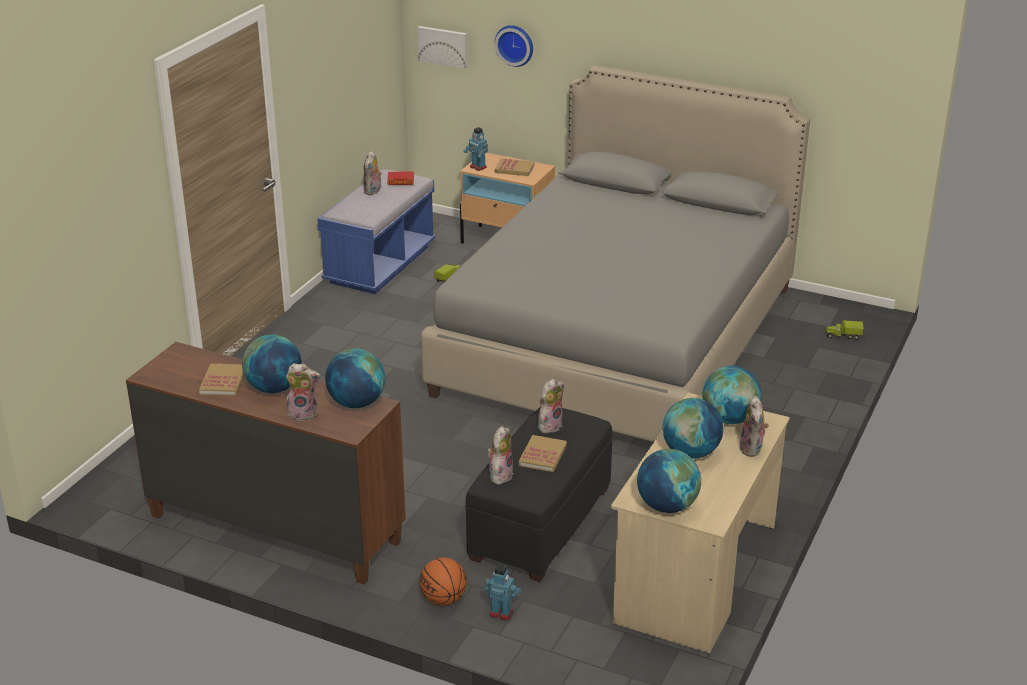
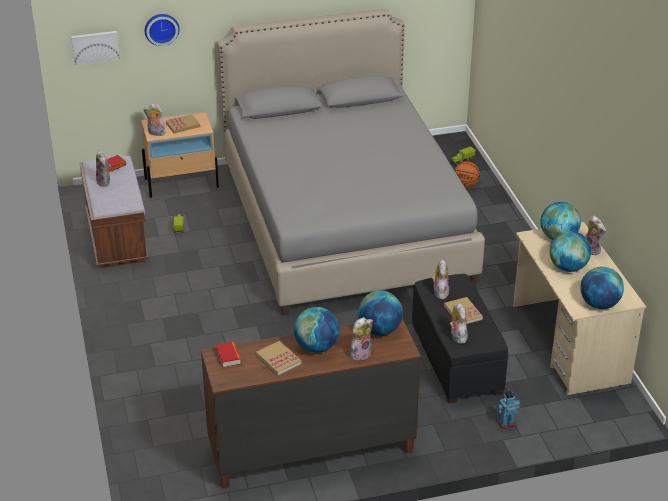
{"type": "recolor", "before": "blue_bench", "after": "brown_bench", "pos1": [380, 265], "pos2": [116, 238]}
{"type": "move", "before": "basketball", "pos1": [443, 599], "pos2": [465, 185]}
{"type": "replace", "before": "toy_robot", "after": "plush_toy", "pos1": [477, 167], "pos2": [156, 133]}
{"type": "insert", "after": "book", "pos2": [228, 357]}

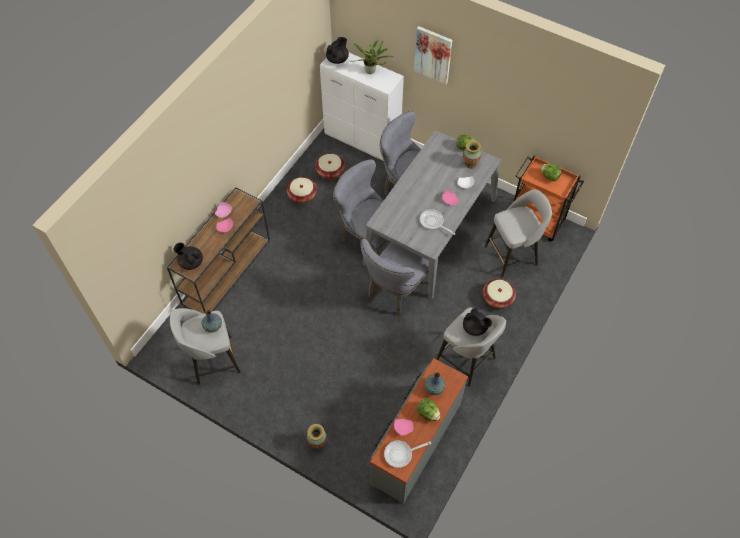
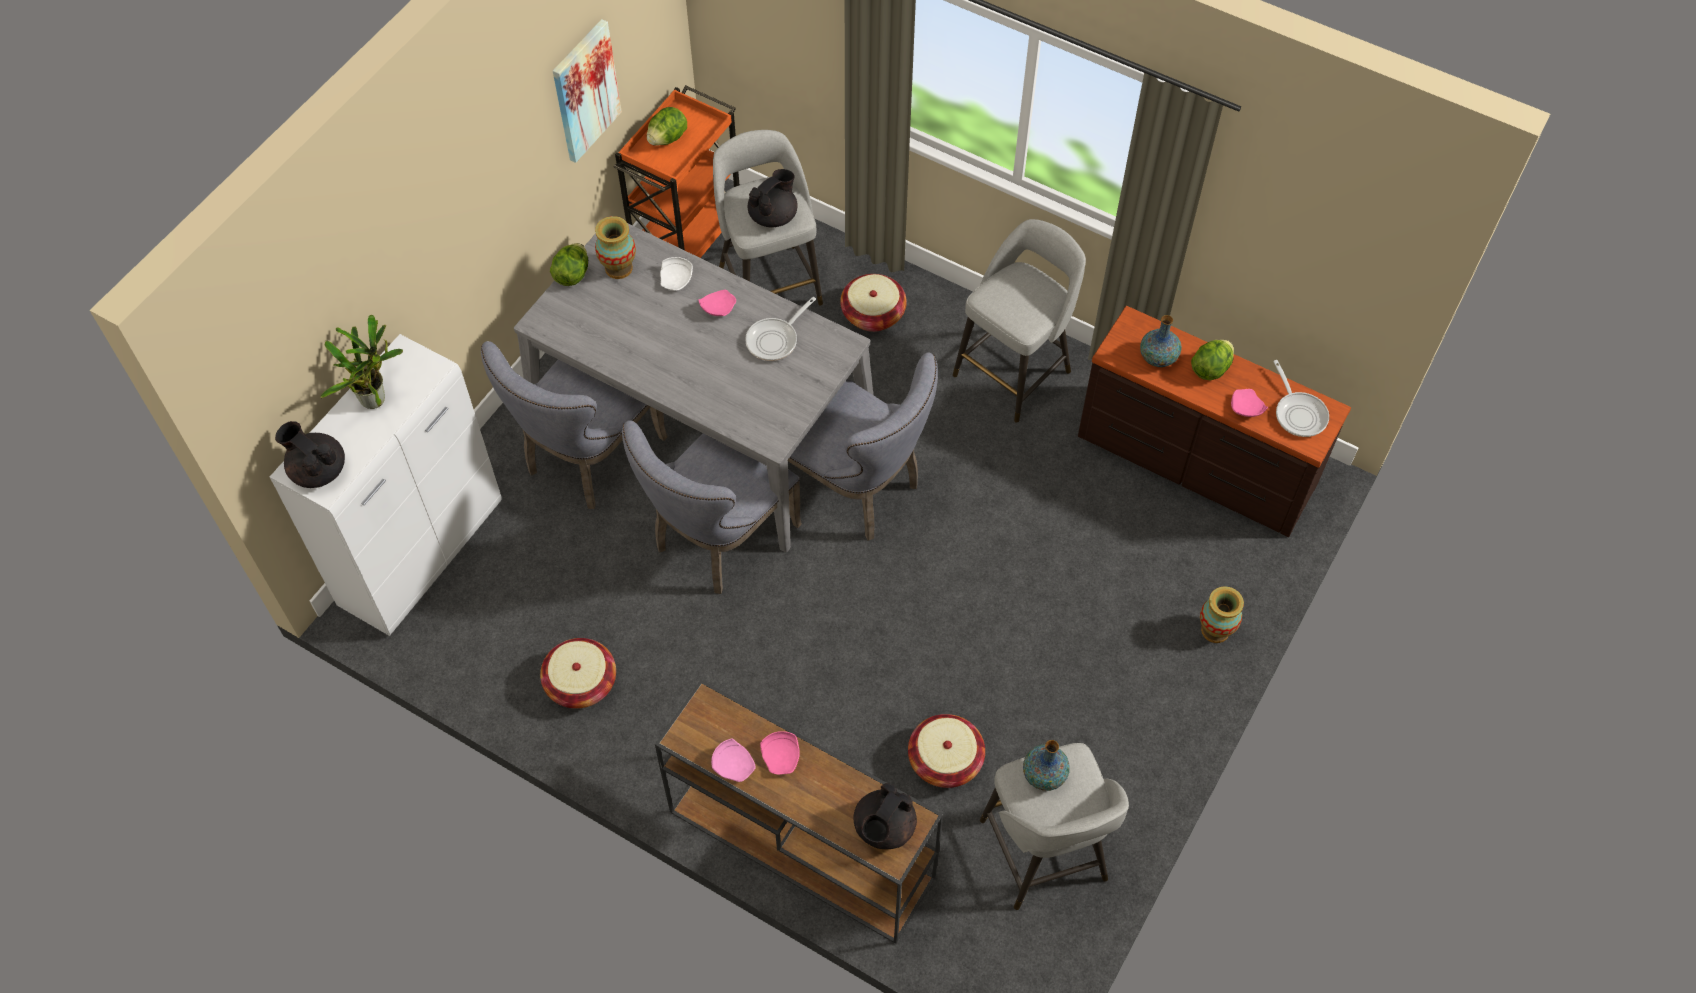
{"type": "move", "before": "basket", "pos1": [330, 171], "pos2": [945, 760]}
{"type": "recolor", "before": "grey_dresser", "after": "brown_dresser", "pos1": [415, 442], "pos2": [1195, 462]}
{"type": "move", "before": "picture", "pos1": [433, 54], "pos2": [585, 90]}
{"type": "move", "before": "black_teapot", "pos1": [475, 328], "pos2": [773, 216]}

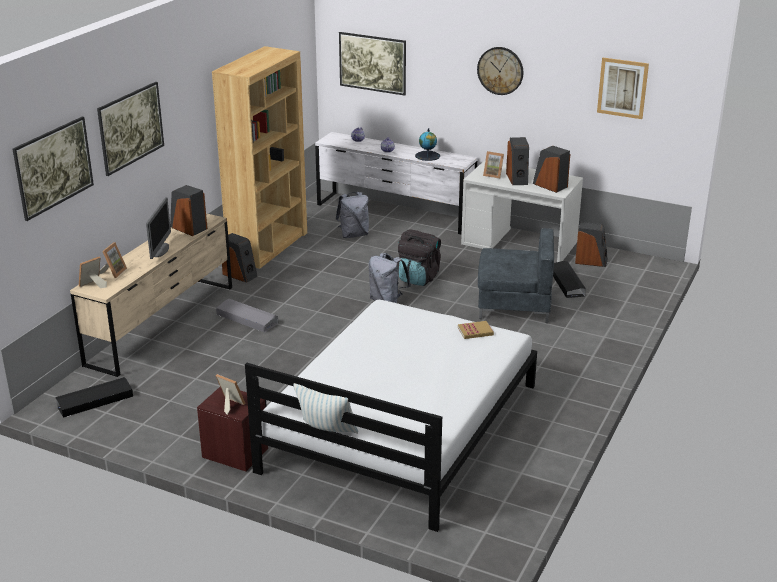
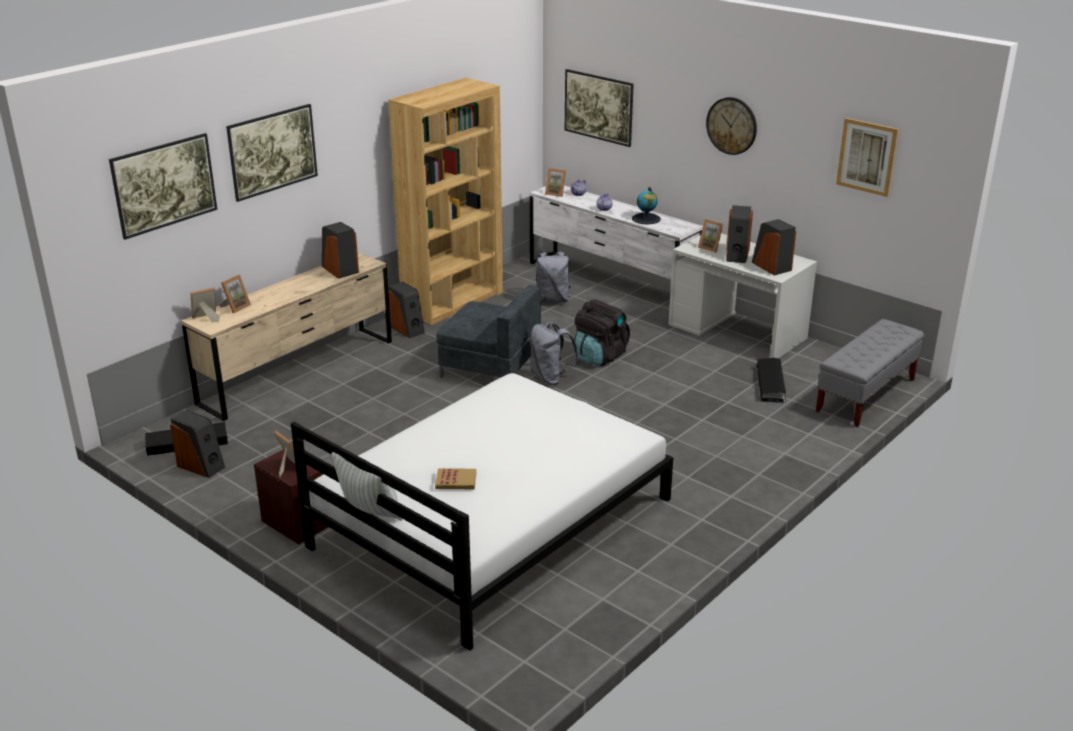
{"type": "delete", "before": "monitor", "pos1": [160, 250]}
{"type": "delete", "before": "grey_storage_box", "pos1": [247, 319]}
{"type": "move", "before": "book", "pos1": [475, 331], "pos2": [456, 481]}
{"type": "move", "before": "grey_armchair", "pos1": [513, 303], "pos2": [490, 366]}
{"type": "move", "before": "speaker", "pos1": [591, 261], "pos2": [201, 466]}
{"type": "insert", "after": "picture_frame", "pos2": [556, 193]}
{"type": "insert", "after": "grey_bench", "pos2": [865, 396]}

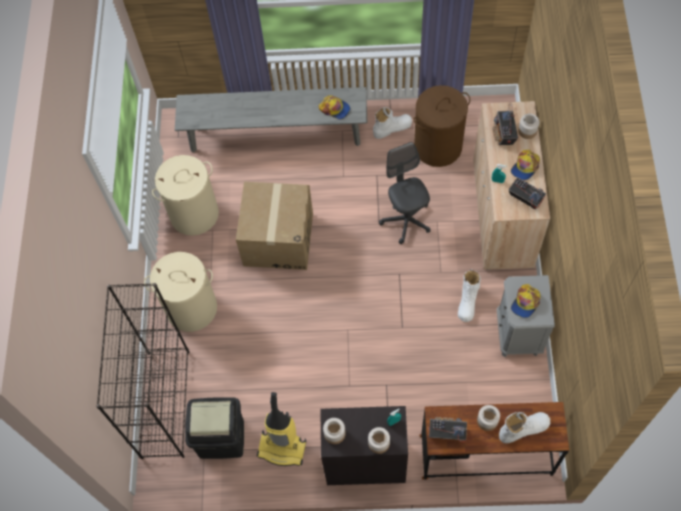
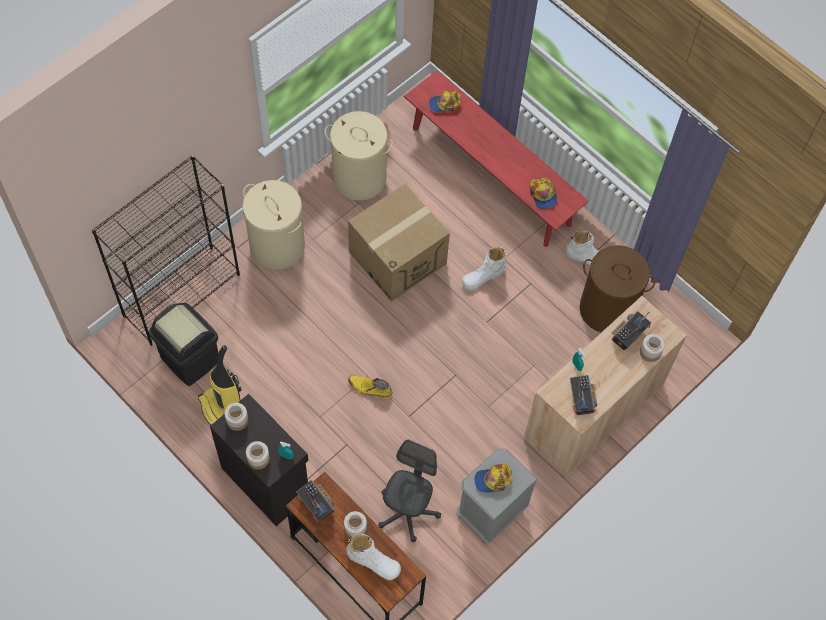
{"type": "recolor", "before": "grey_bench", "after": "red_bench", "pos1": [275, 135], "pos2": [490, 176]}
{"type": "move", "before": "grey_office_chair", "pos1": [406, 220], "pos2": [407, 511]}
{"type": "move", "before": "white_boot", "pos1": [467, 301], "pos2": [483, 276]}
{"type": "move", "before": "cap", "pos1": [525, 167], "pos2": [445, 104]}
{"type": "insert", "after": "yellow_boot", "pos2": [369, 388]}

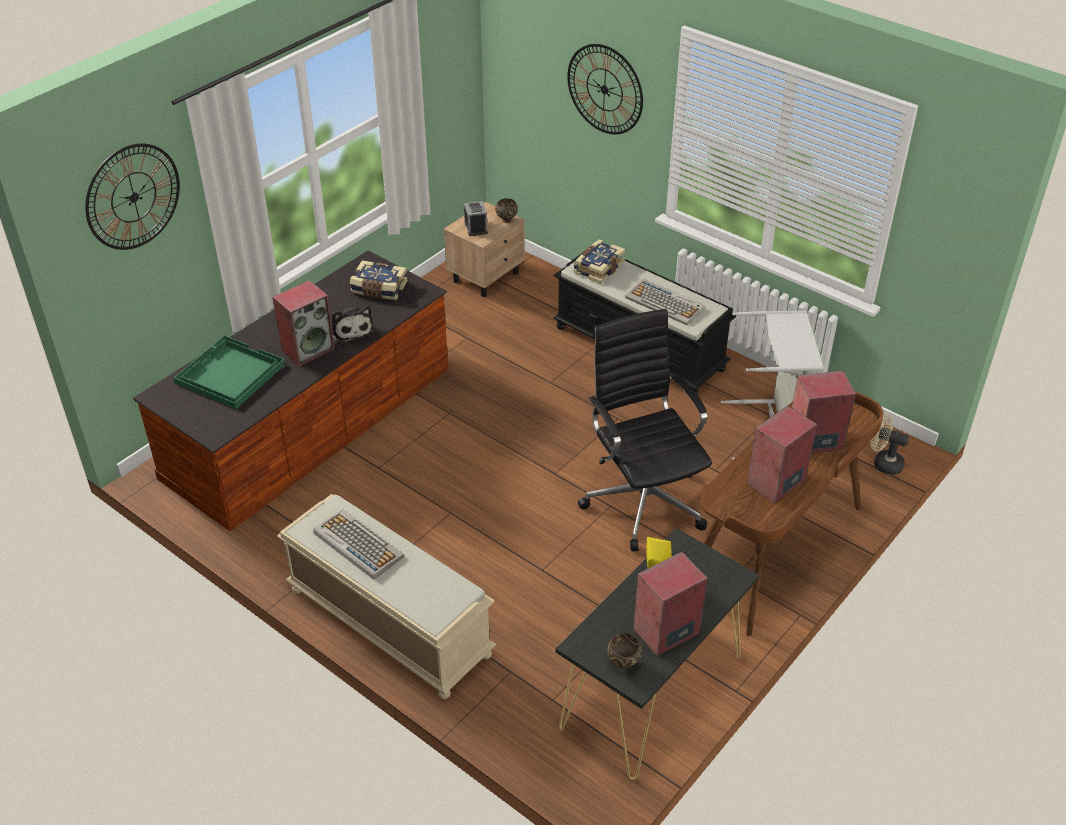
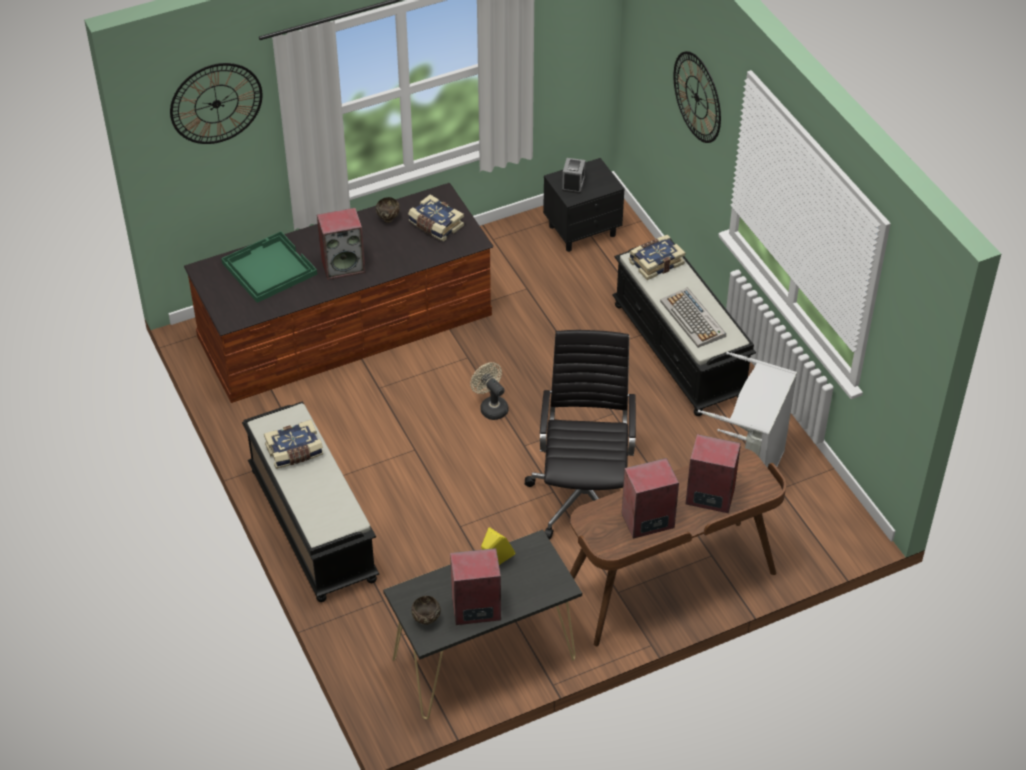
{"type": "recolor", "before": "beige_bench", "after": "black_bench", "pos1": [387, 622], "pos2": [311, 524]}
{"type": "replace", "before": "keyboard", "after": "book", "pos1": [357, 545], "pos2": [295, 452]}
{"type": "delete", "before": "plush_toy", "pos1": [351, 330]}
{"type": "recolor", "before": "beige_nightstand", "after": "black_nightstand", "pos1": [486, 277], "pos2": [583, 230]}
{"type": "move", "before": "brown_bowl", "pos1": [506, 220], "pos2": [388, 219]}
{"type": "move", "before": "beige_fan", "pos1": [883, 463], "pos2": [491, 407]}

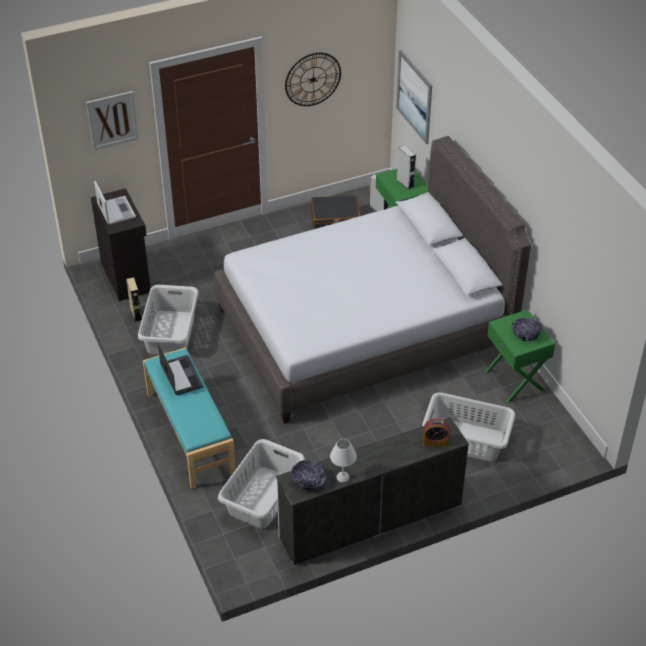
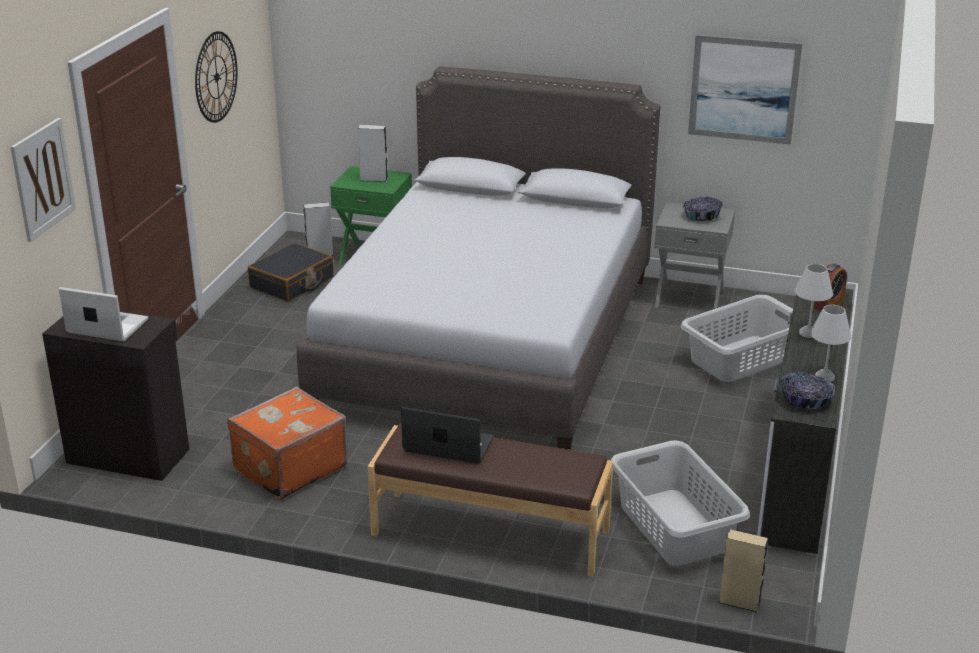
{"type": "move", "before": "beige_speaker", "pos1": [136, 314], "pos2": [739, 602]}
{"type": "replace", "before": "grey_laundry_basket", "after": "orange_suitcase", "pos1": [170, 333], "pos2": [288, 468]}
{"type": "recolor", "before": "turquoise_bench", "after": "brown_bench", "pos1": [189, 433], "pos2": [490, 533]}
{"type": "move", "before": "picture", "pos1": [414, 96], "pos2": [743, 89]}
{"type": "recolor", "before": "green_nightstand", "after": "grey_nightstand", "pos1": [515, 380], "pos2": [689, 298]}
{"type": "insert", "after": "white_table_lamp", "pos2": [808, 333]}

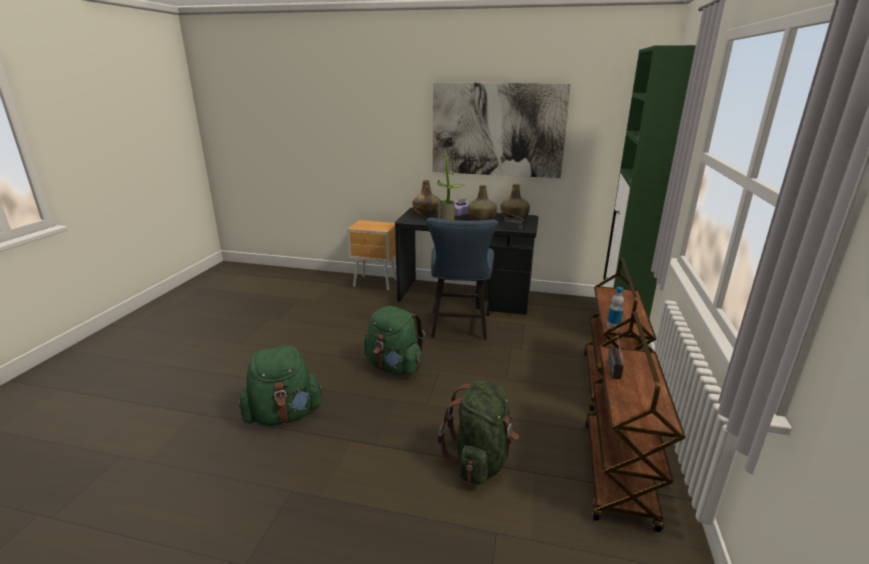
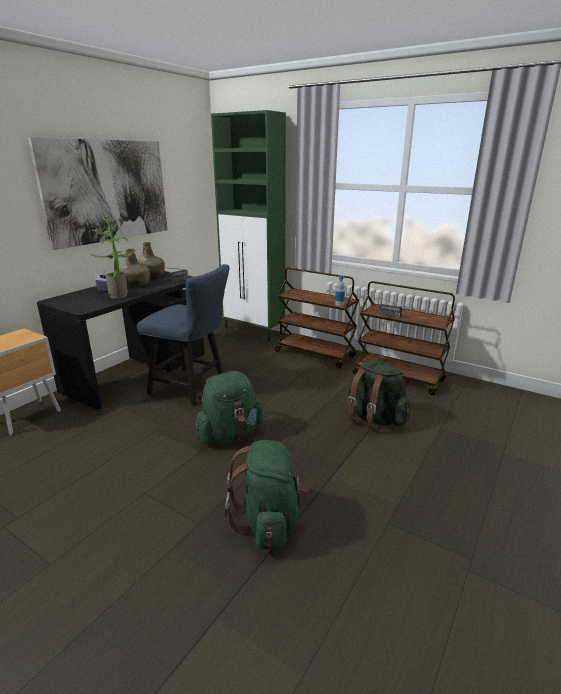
{"type": "delete", "before": "green_bottle", "pos1": [426, 213]}

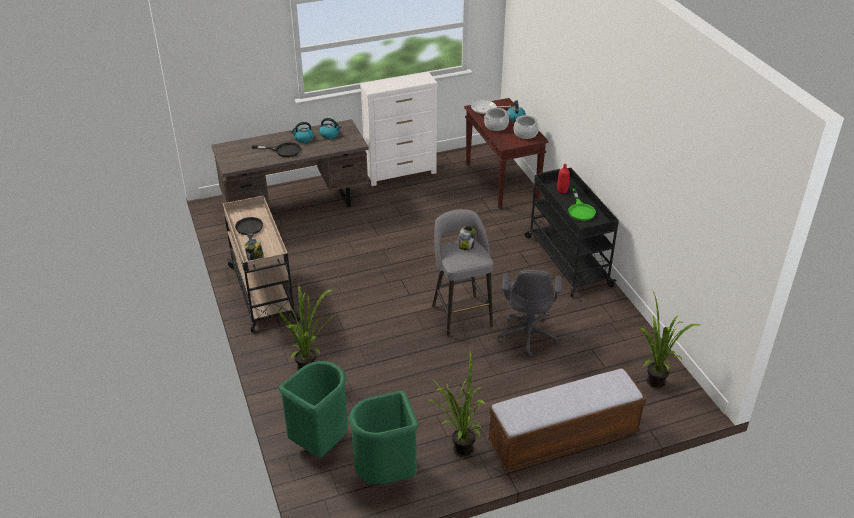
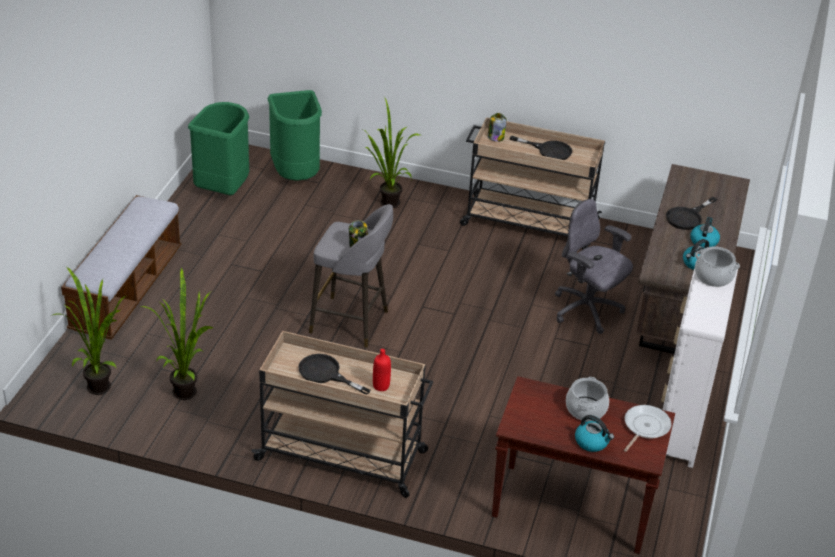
{"type": "move", "before": "potted_plant", "pos1": [458, 450], "pos2": [188, 389]}
{"type": "move", "before": "grey_office_chair", "pos1": [527, 335], "pos2": [587, 311]}
{"type": "move", "before": "cooking_pot", "pos1": [525, 133], "pos2": [713, 276]}
{"type": "recolor", "before": "black_cart", "after": "beige_cart", "pos1": [567, 260], "pos2": [343, 456]}
{"type": "recolor", "before": "green_frying_pan", "after": "black_frying_pan", "pos1": [580, 210], "pos2": [325, 374]}

